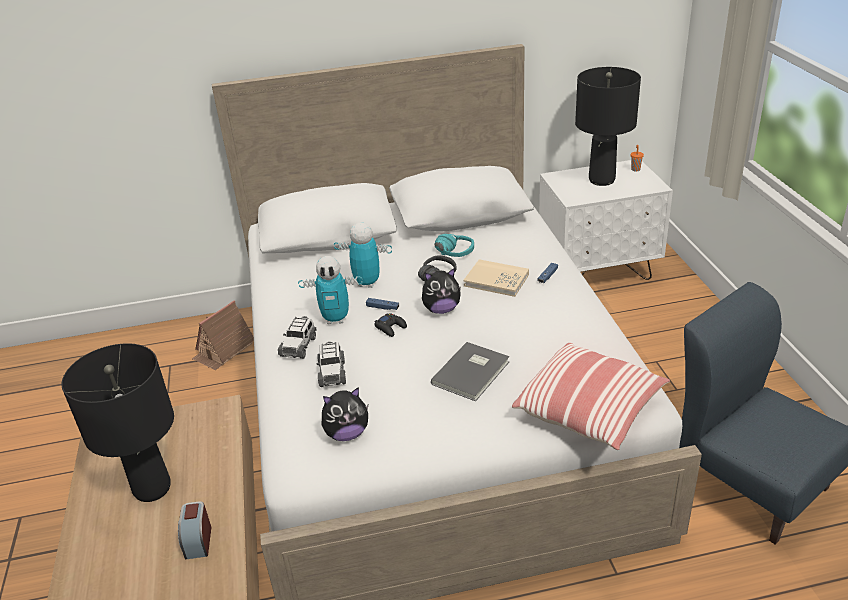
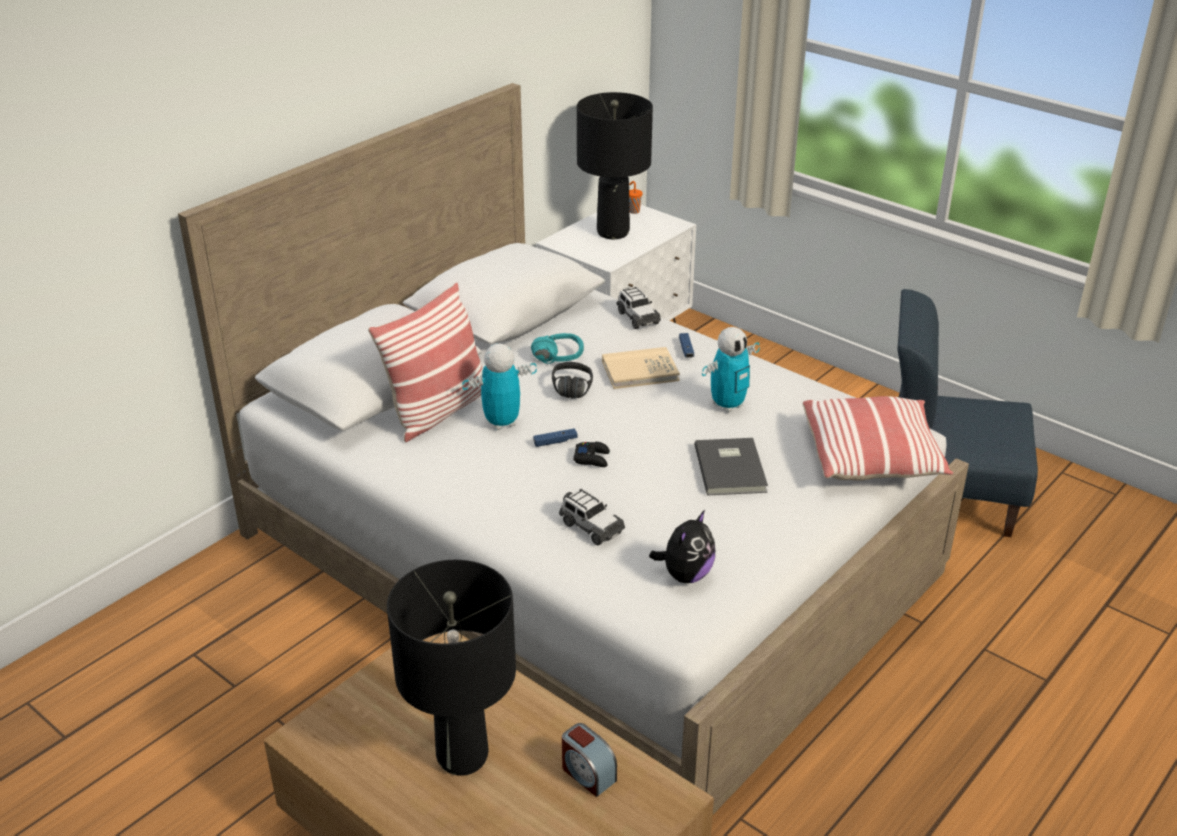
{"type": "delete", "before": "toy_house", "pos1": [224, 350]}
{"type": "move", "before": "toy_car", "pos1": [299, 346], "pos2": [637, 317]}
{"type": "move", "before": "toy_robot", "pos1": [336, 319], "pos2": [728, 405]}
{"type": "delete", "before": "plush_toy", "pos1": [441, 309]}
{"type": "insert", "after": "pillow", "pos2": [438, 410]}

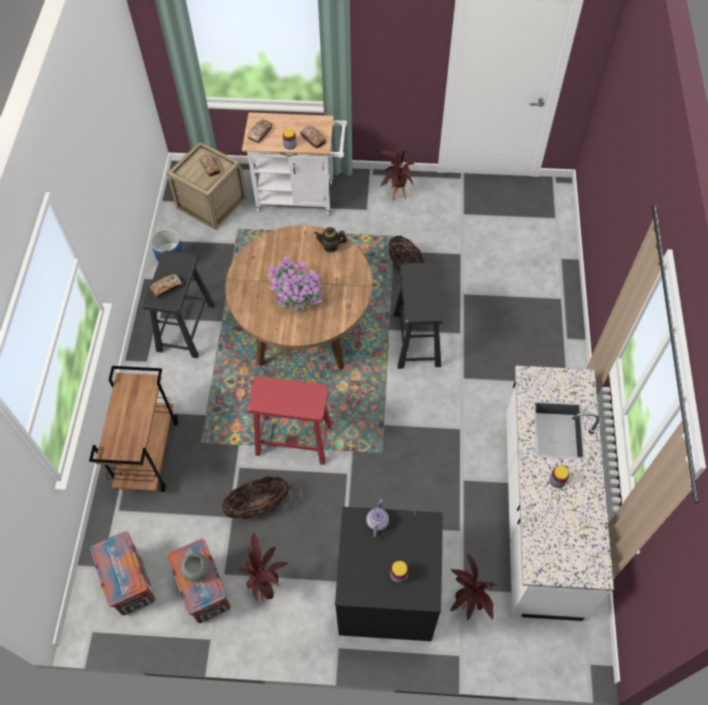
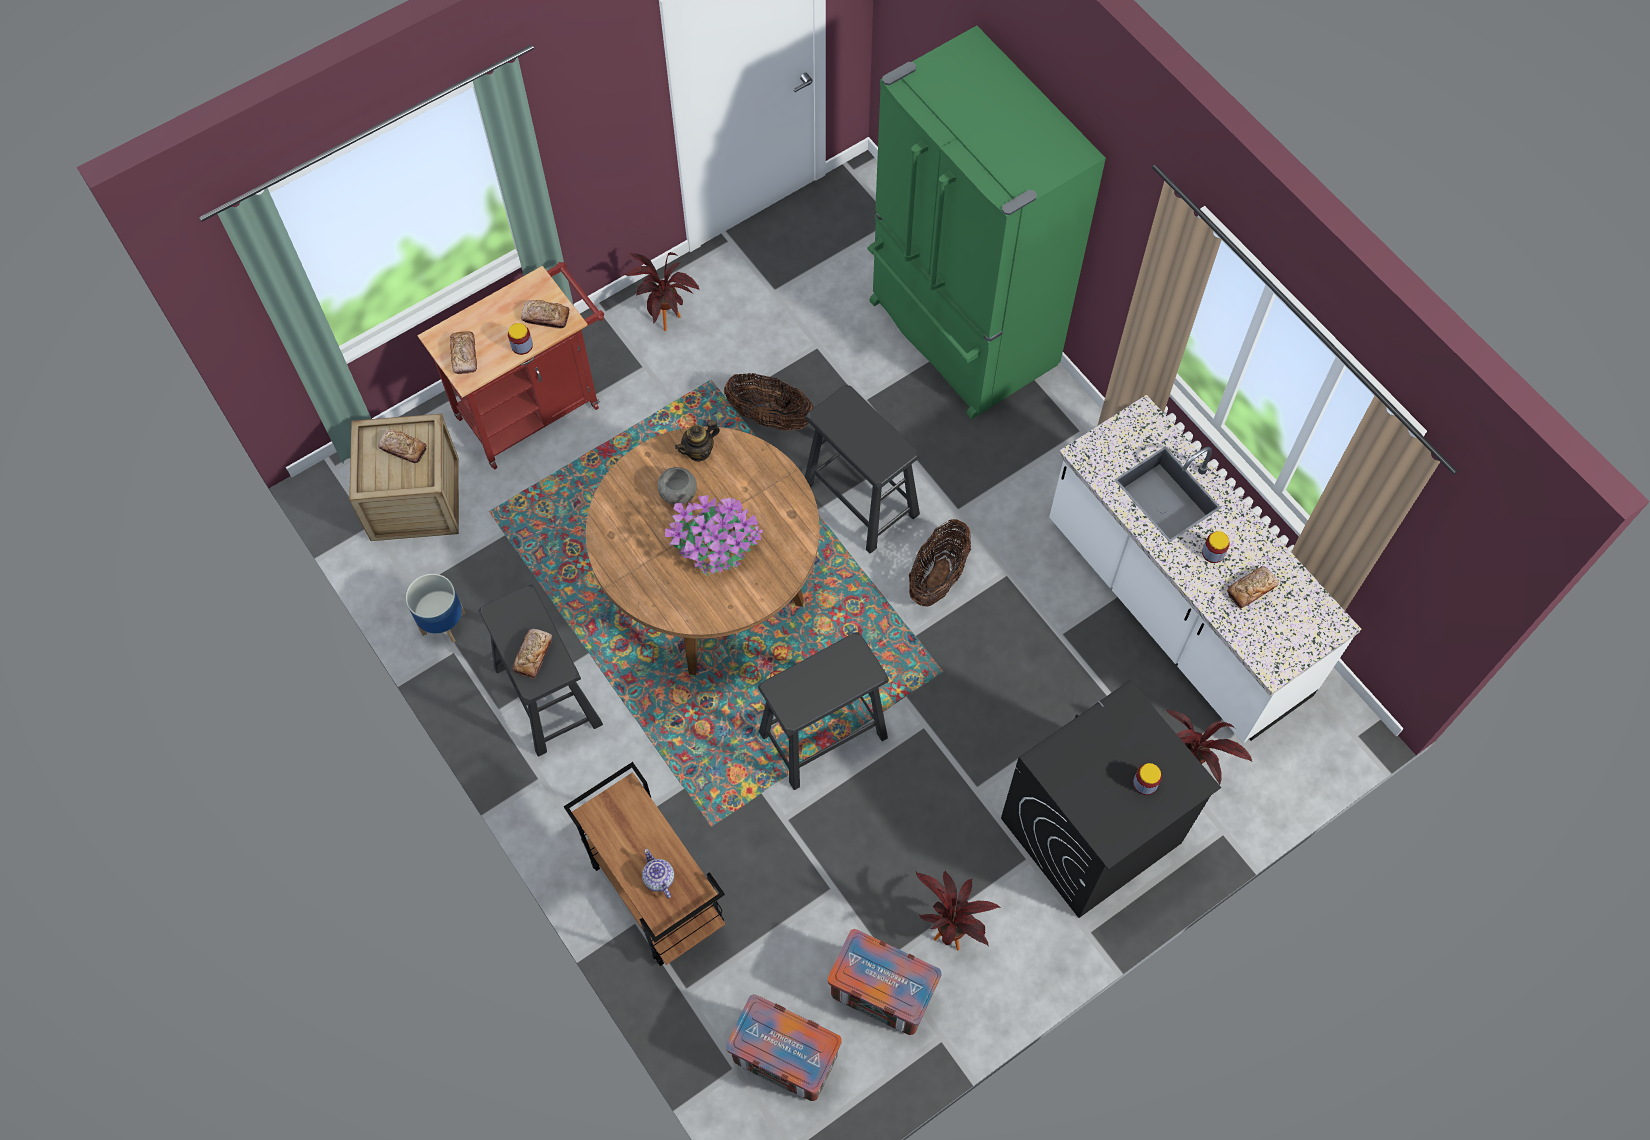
{"type": "move", "before": "grey_bowl", "pos1": [196, 570], "pos2": [678, 493]}
{"type": "move", "before": "basket", "pos1": [258, 505], "pos2": [938, 576]}
{"type": "recolor", "before": "white_cart", "after": "red_cart", "pos1": [301, 196], "pos2": [535, 407]}
{"type": "recolor", "before": "red_stool", "after": "black_stool", "pos1": [293, 439], "pos2": [822, 735]}
{"type": "move", "before": "teapot", "pos1": [377, 522], "pos2": [658, 879]}
{"type": "insert", "after": "green_fridge", "pos2": [960, 335]}
{"type": "insert", "after": "bread", "pos2": [1251, 589]}

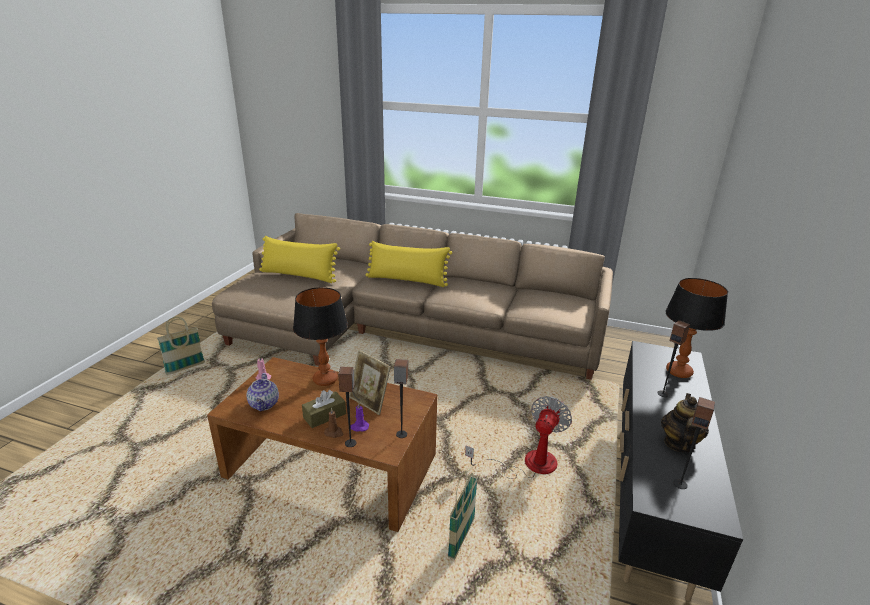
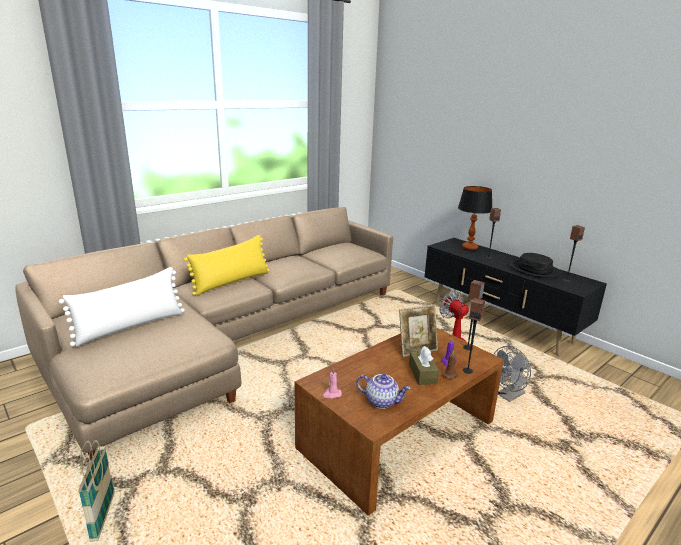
{"type": "recolor", "before": "yellow_pillow", "after": "white_pillow", "pos1": [299, 275], "pos2": [131, 326]}
{"type": "delete", "before": "table_lamp", "pos1": [325, 379]}
{"type": "replace", "before": "basket", "after": "grey_fan", "pos1": [461, 538], "pos2": [508, 396]}
{"type": "replace", "before": "teapot", "after": "black_hat", "pos1": [678, 443], "pos2": [534, 270]}

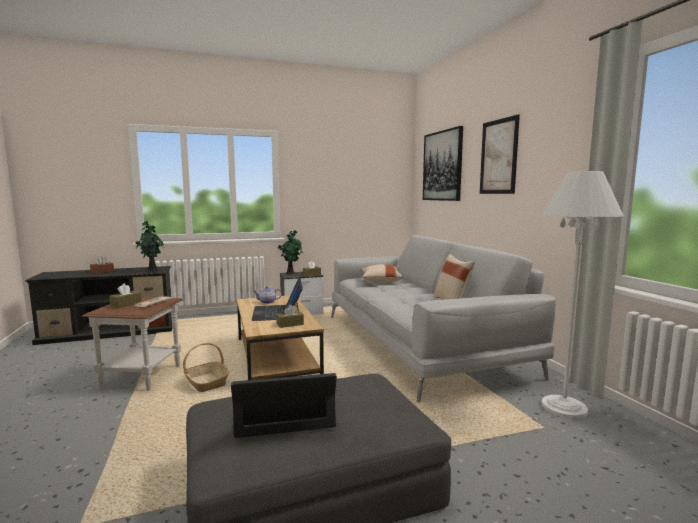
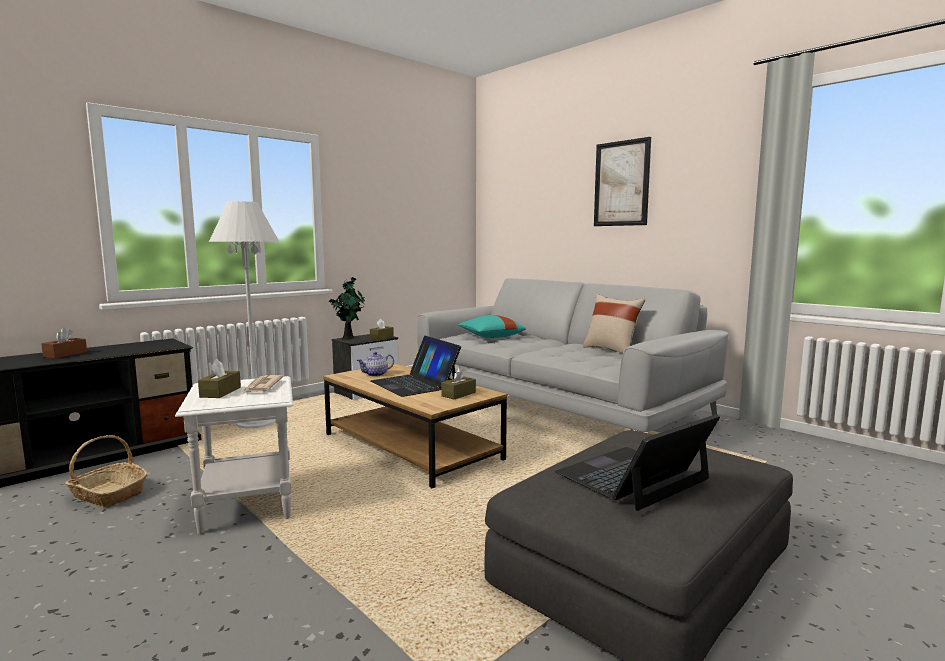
{"type": "recolor", "before": "brown_side_table", "after": "white_side_table", "pos1": [142, 377], "pos2": [247, 504]}
{"type": "delete", "before": "potted_plant", "pos1": [151, 271]}
{"type": "move", "before": "basket", "pos1": [206, 382], "pos2": [108, 494]}
{"type": "recolor", "before": "beige_pillow", "after": "turquoise_pillow", "pos1": [380, 281], "pos2": [490, 337]}
{"type": "delete", "before": "picture", "pos1": [442, 166]}
{"type": "move", "before": "white_floor_lamp", "pos1": [564, 407], "pos2": [256, 422]}

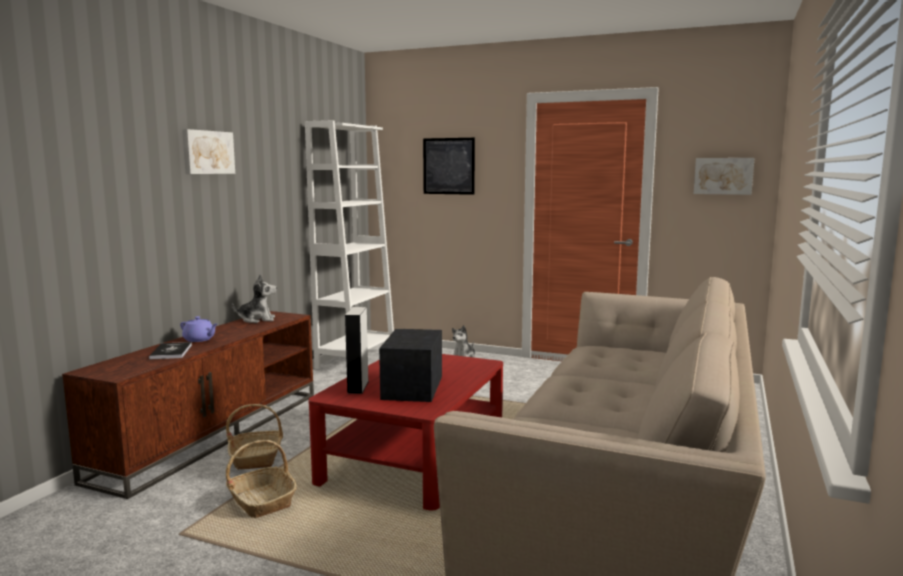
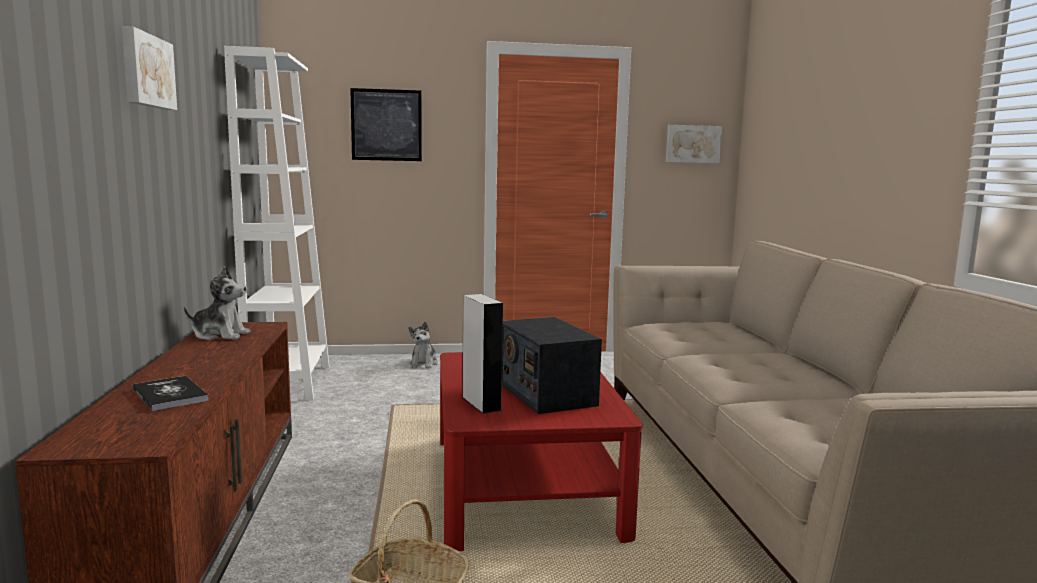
{"type": "delete", "before": "purple_teapot", "pos1": [199, 339]}
{"type": "delete", "before": "basket", "pos1": [257, 457]}
{"type": "rotate", "before": "plush_toy", "pos1": [257, 320], "pos2": [220, 335], "turn": 45}

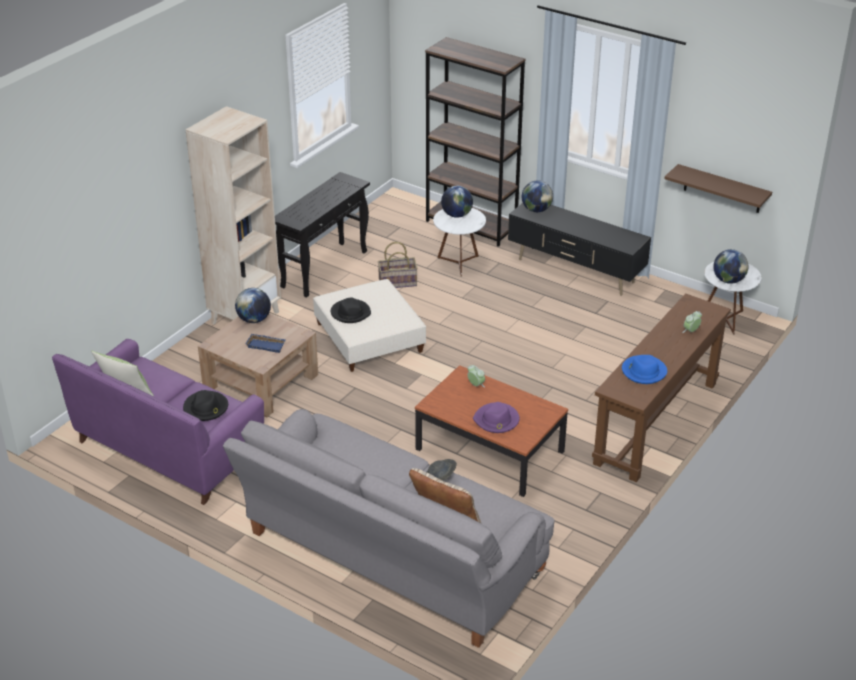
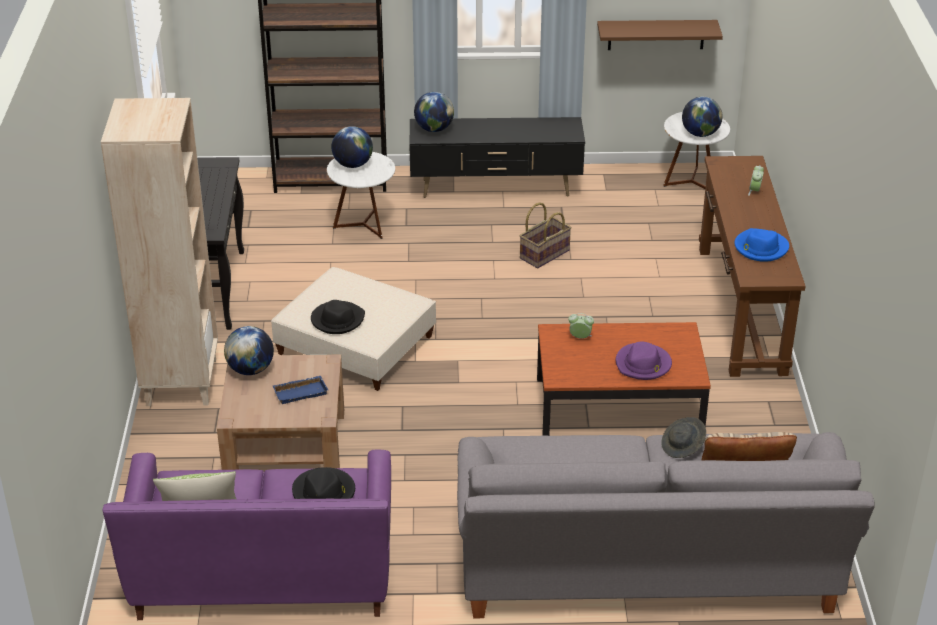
{"type": "move", "before": "basket", "pos1": [397, 282], "pos2": [544, 254]}

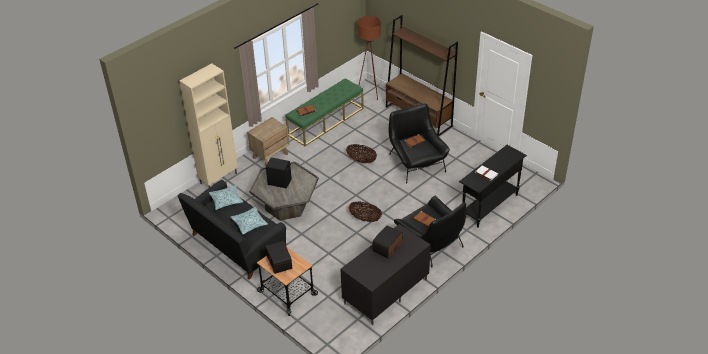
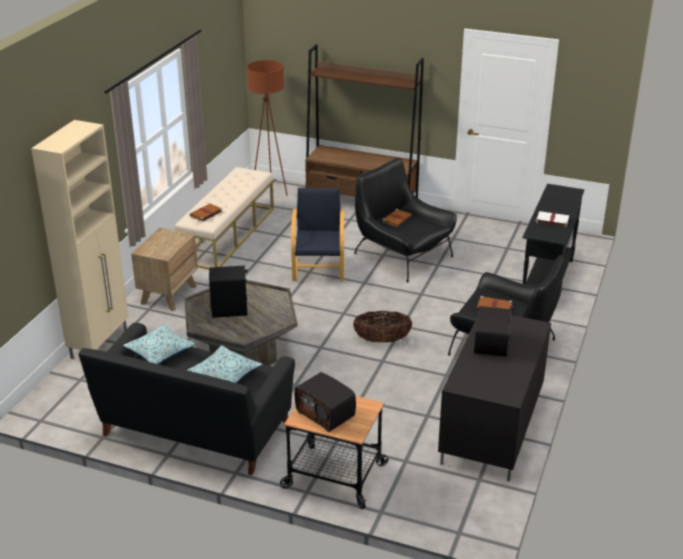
{"type": "recolor", "before": "green_bench", "after": "beige_bench", "pos1": [326, 121], "pos2": [228, 234]}
{"type": "replace", "before": "basket", "after": "black_armchair", "pos1": [361, 160], "pos2": [319, 270]}

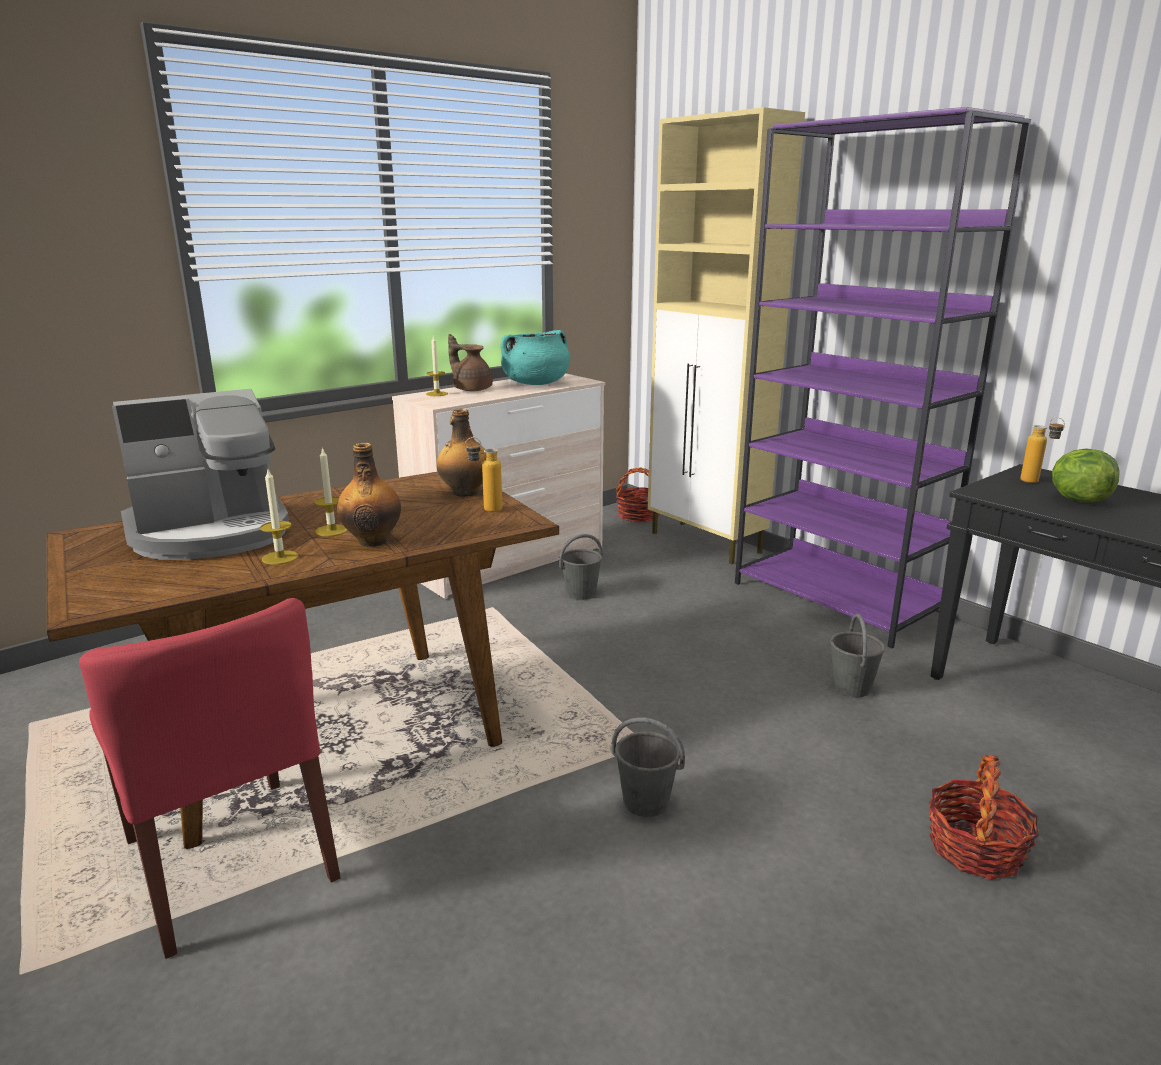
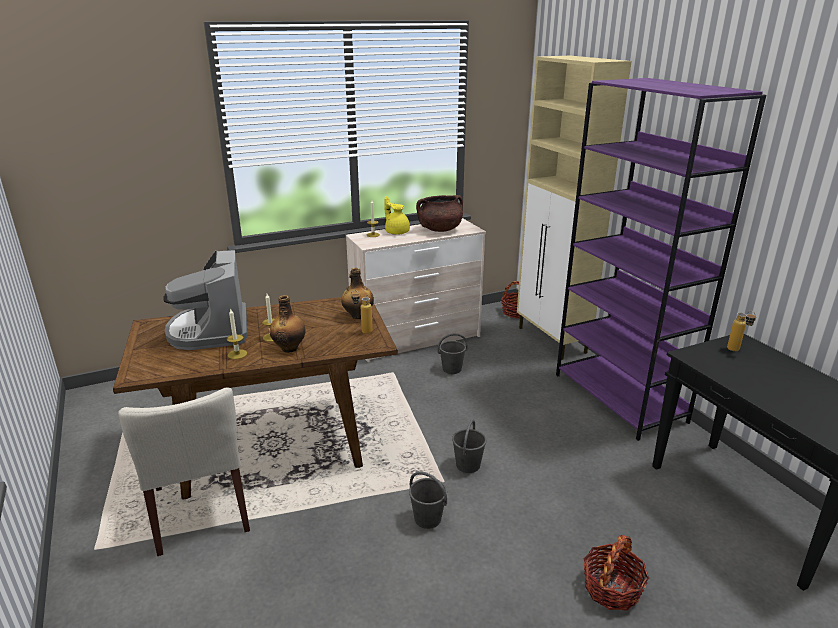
{"type": "recolor", "before": "red_chair", "after": "beige_chair", "pos1": [231, 860], "pos2": [201, 509]}
{"type": "rotate", "before": "coffee_machine", "pos1": [211, 533], "pos2": [211, 331], "turn": 90}
{"type": "recolor", "before": "brown_teapot", "after": "yellow_teapot", "pos1": [472, 389], "pos2": [396, 232]}
{"type": "recolor", "before": "turquoise_cooking_pot", "after": "brown_cooking_pot", "pos1": [535, 383], "pos2": [439, 229]}
{"type": "move", "before": "grey_bucket", "pos1": [851, 688], "pos2": [468, 465]}
{"type": "delete", "before": "lettuce", "pos1": [1077, 500]}

